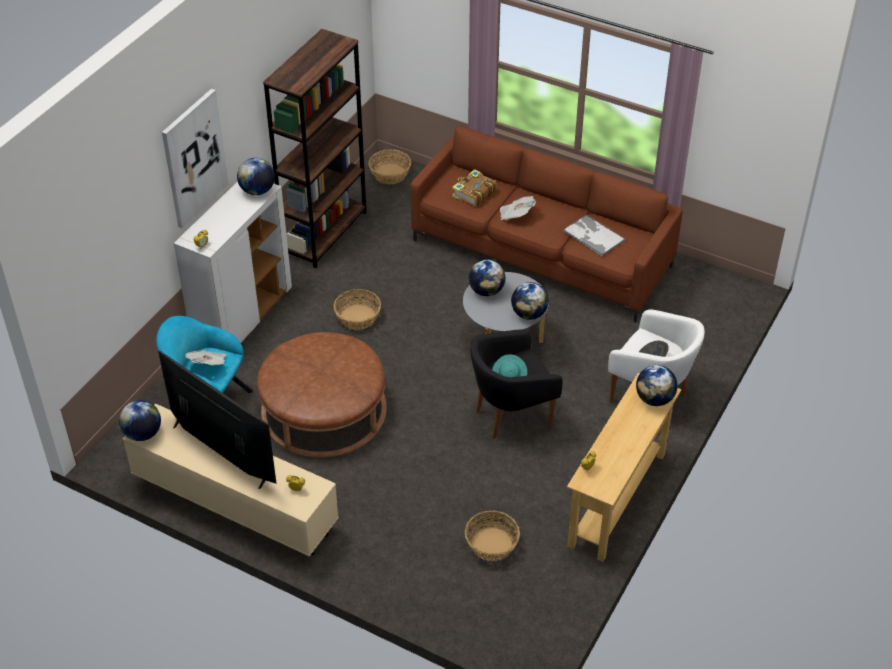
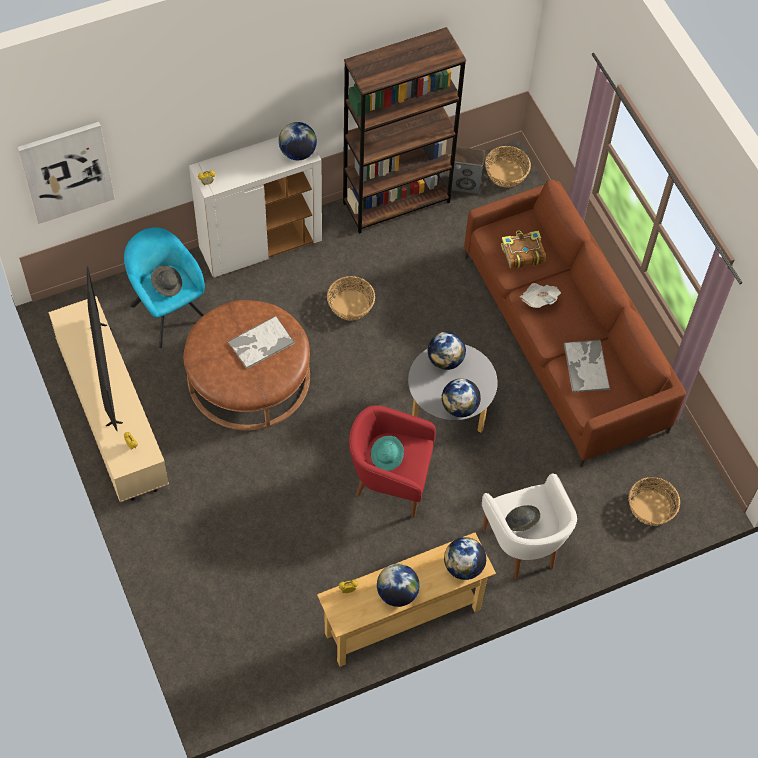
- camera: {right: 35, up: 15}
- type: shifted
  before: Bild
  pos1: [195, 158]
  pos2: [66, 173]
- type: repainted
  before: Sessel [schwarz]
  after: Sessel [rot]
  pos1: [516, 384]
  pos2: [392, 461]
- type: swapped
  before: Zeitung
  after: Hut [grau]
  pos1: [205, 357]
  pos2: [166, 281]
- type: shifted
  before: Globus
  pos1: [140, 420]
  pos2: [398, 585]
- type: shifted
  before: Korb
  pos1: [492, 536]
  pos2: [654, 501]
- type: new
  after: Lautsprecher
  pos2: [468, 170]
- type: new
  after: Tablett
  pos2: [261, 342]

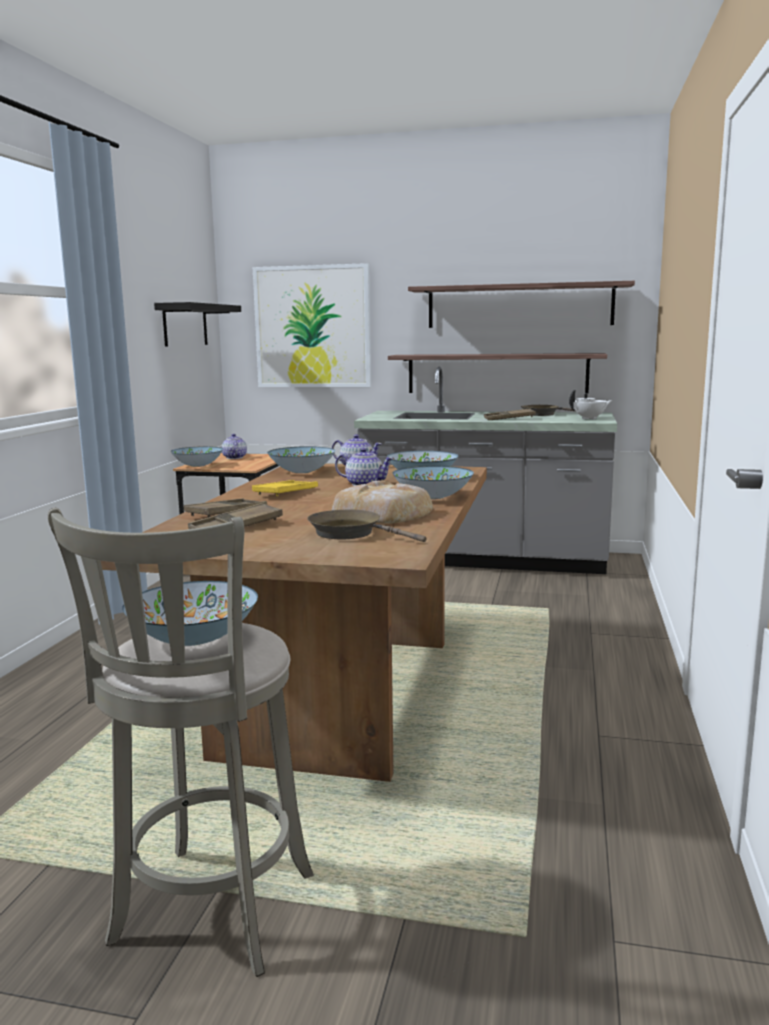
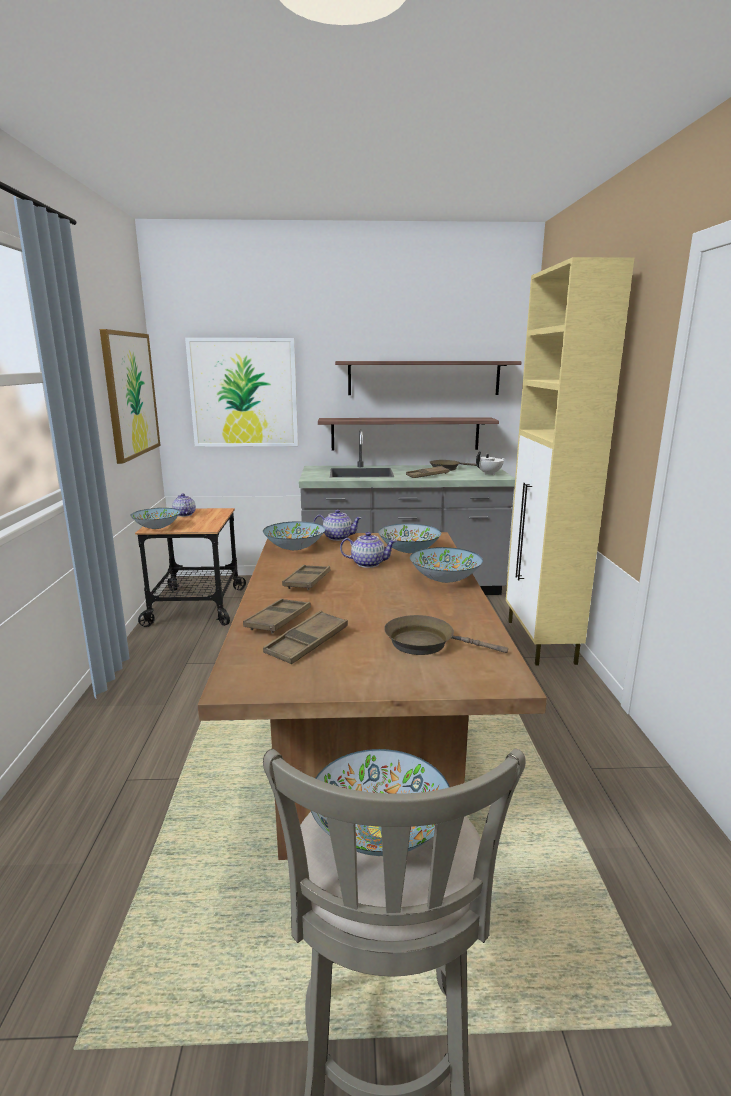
- camera: {right: -15, up: 5}
- type: swapped
  before: Wandregal [schwarz]
  after: Bild
  pos1: [197, 324]
  pos2: [130, 396]
- type: repainted
  before: Tablett [gelb]
  after: Tablett [braun]
  pos1: [285, 488]
  pos2: [306, 577]
- type: gone
  before: Brot
  pos1: [382, 502]
- type: new
  after: Schrank [beige]
  pos2: [570, 461]

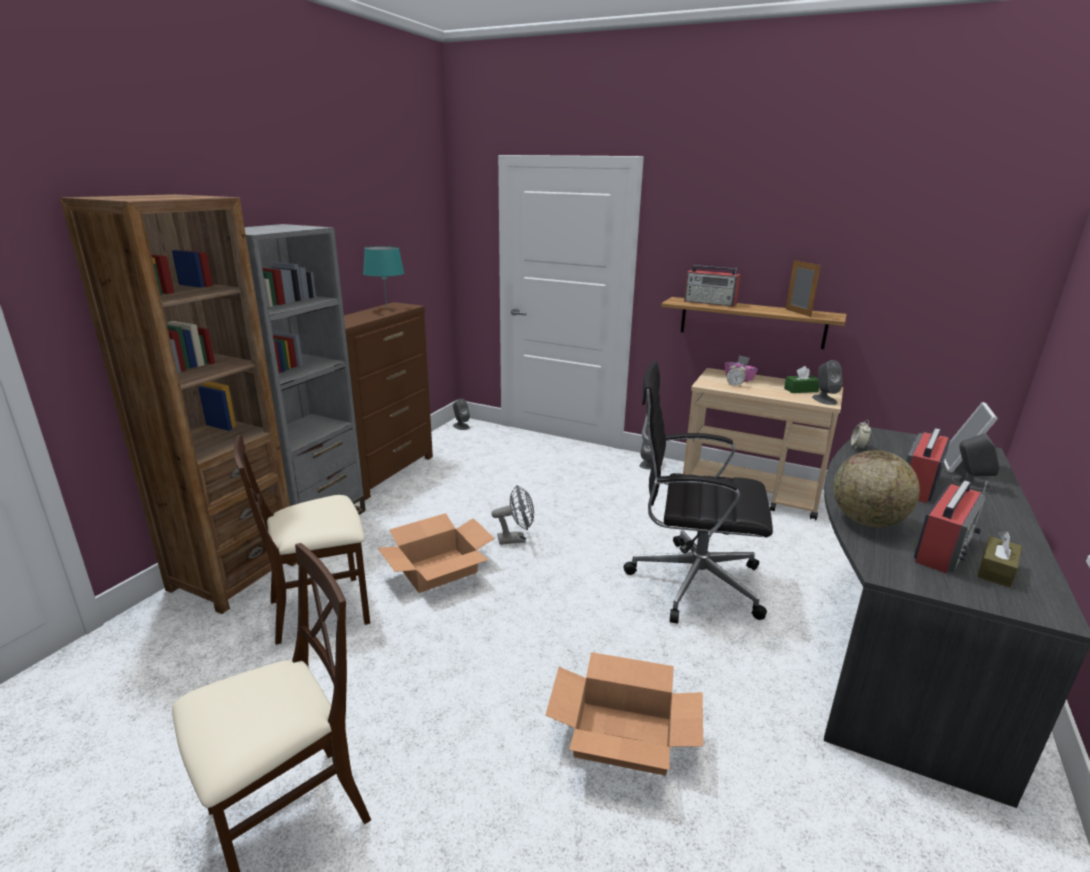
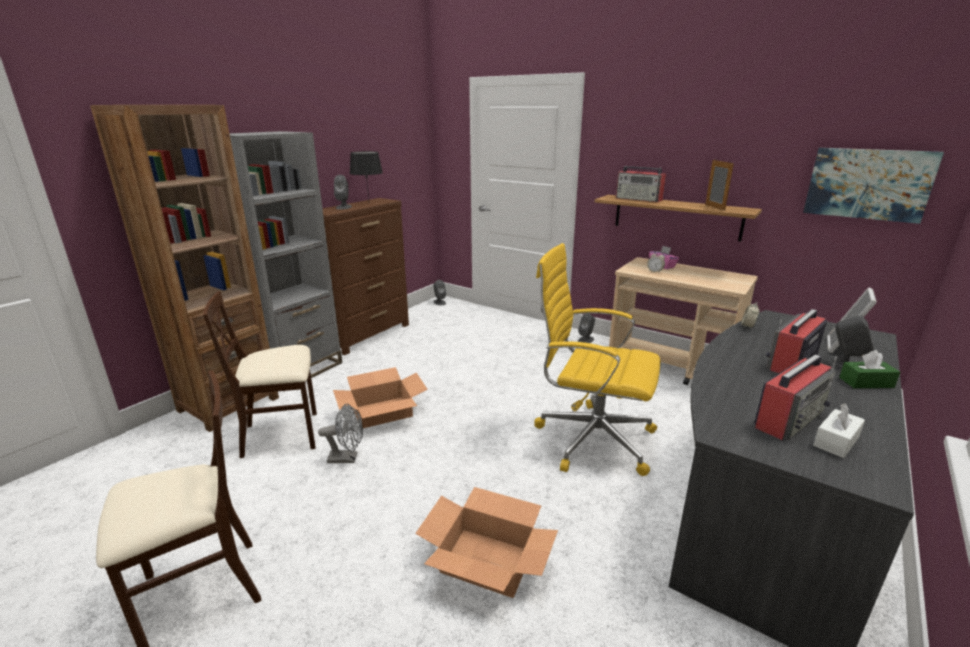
- camera: {right: 10, up: 0}
- type: repainted
  before: Tischlampe [türkis]
  after: Tischlampe [schwarz]
  pos1: [383, 277]
  pos2: [366, 175]
- type: shifted
  before: Lautsprecher [grau]
  pos1: [827, 382]
  pos2: [343, 192]
- type: repainted
  before: Bürostuhl [schwarz]
  after: Bürostuhl [gelb]
  pos1: [698, 492]
  pos2: [597, 359]
- type: shifted
  before: Taschentuchbox [grün]
  pos1: [801, 379]
  pos2: [869, 369]
- type: gone
  before: Globus
  pos1: [876, 488]
- type: shifted
  before: Ventilator [grau]
  pos1: [513, 515]
  pos2: [340, 433]
- type: repainted
  before: Taschentuchbox [braun]
  after: Taschentuchbox [weiß]
  pos1: [999, 559]
  pos2: [839, 430]
- type: new
  after: Bild
  pos2: [873, 186]

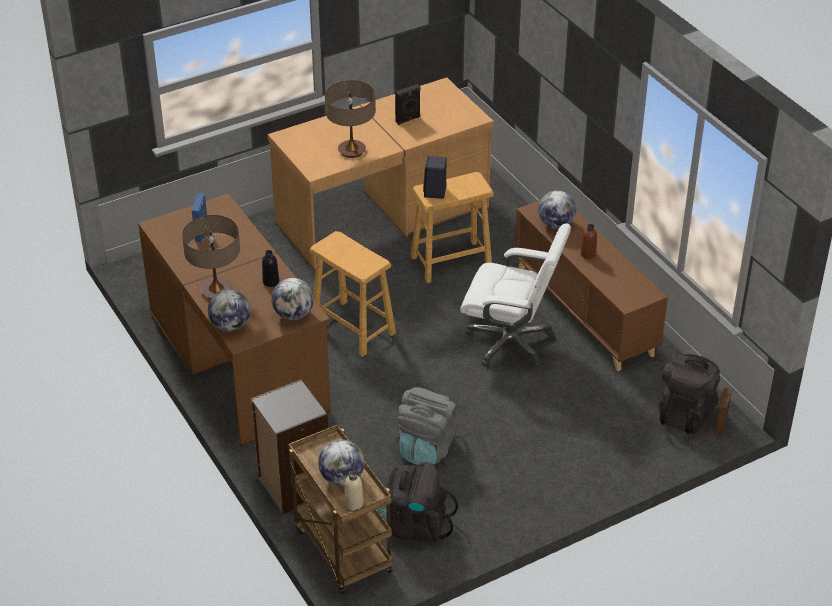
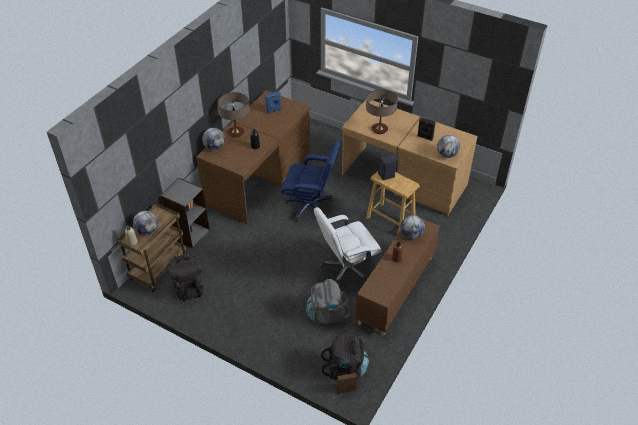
- camera: {right: 60, up: 5}
- type: rotated
  before: Bürostuhl [weiß]
  pos1: [515, 295]
  pos2: [348, 245]
  turn: 75
- type: swapped
  before: Hocker [beige]
  after: Bürostuhl [blau]
  pos1: [353, 294]
  pos2: [310, 181]
- type: shifted
  before: Globus
  pos1: [292, 299]
  pos2: [448, 146]
- type: shifted
  before: Rucksack [grau]
  pos1: [426, 426]
  pos2: [328, 302]

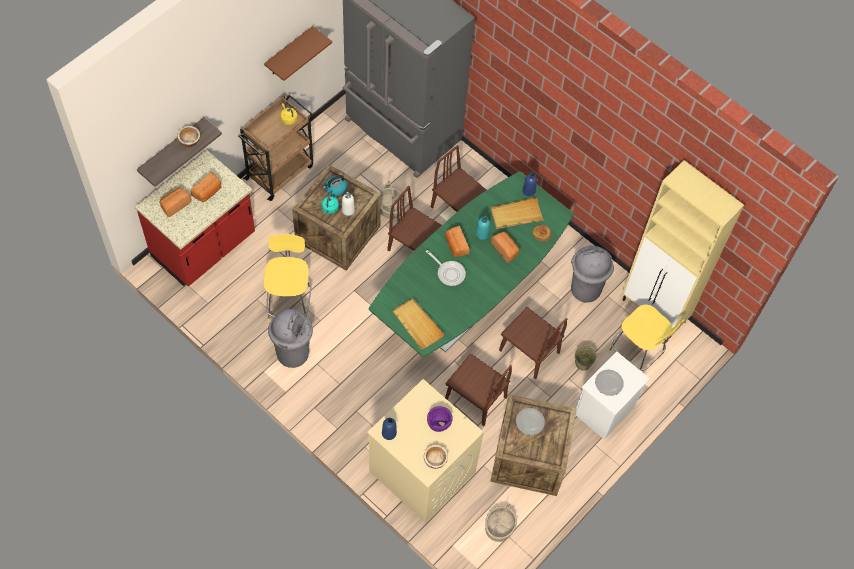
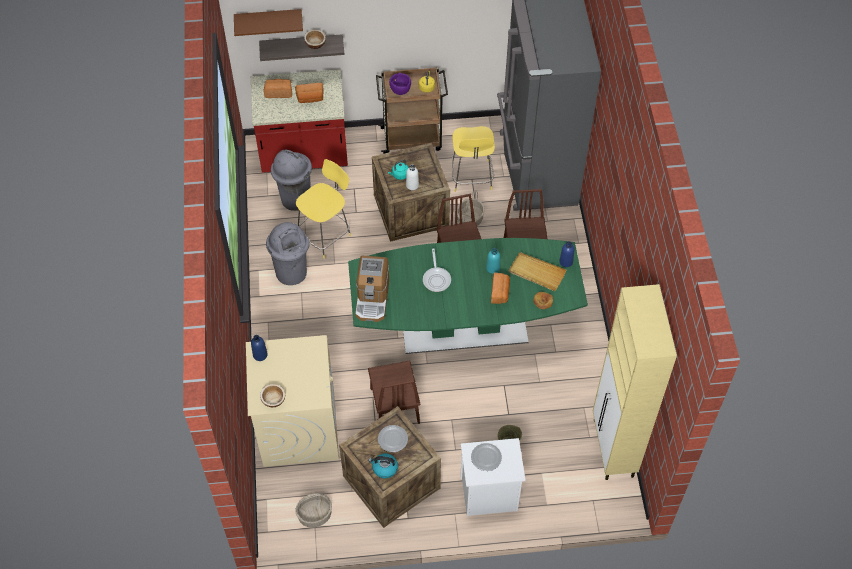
- camera: {right: 45, up: -5}
- type: shifted
  before: Wandregal [braun]
  pos1: [298, 53]
  pos2: [268, 22]
- type: shifted
  before: Wasserkessel
  pos1: [335, 186]
  pos2: [383, 466]
- type: gone
  before: Brot
  pos1: [457, 241]
- type: shifted
  before: Mülleimer [grau]
  pos1: [592, 274]
  pos2: [291, 180]
- type: swapped
  before: Tablett [beige]
  after: Kaffeemaschine
  pos1: [418, 323]
  pos2: [372, 289]
- type: shifted
  before: Hocker [gelb]
  pos1: [646, 337]
  pos2: [473, 159]
- type: gone
  before: Stuhl [braun]
  pos1: [533, 343]
- type: shifted
  before: Schüssel [lila]
  pos1: [440, 419]
  pos2: [400, 84]

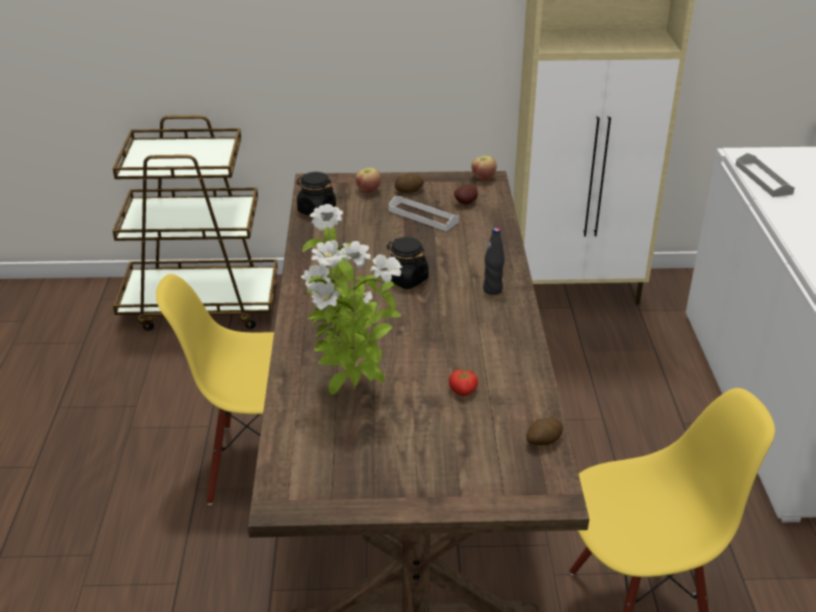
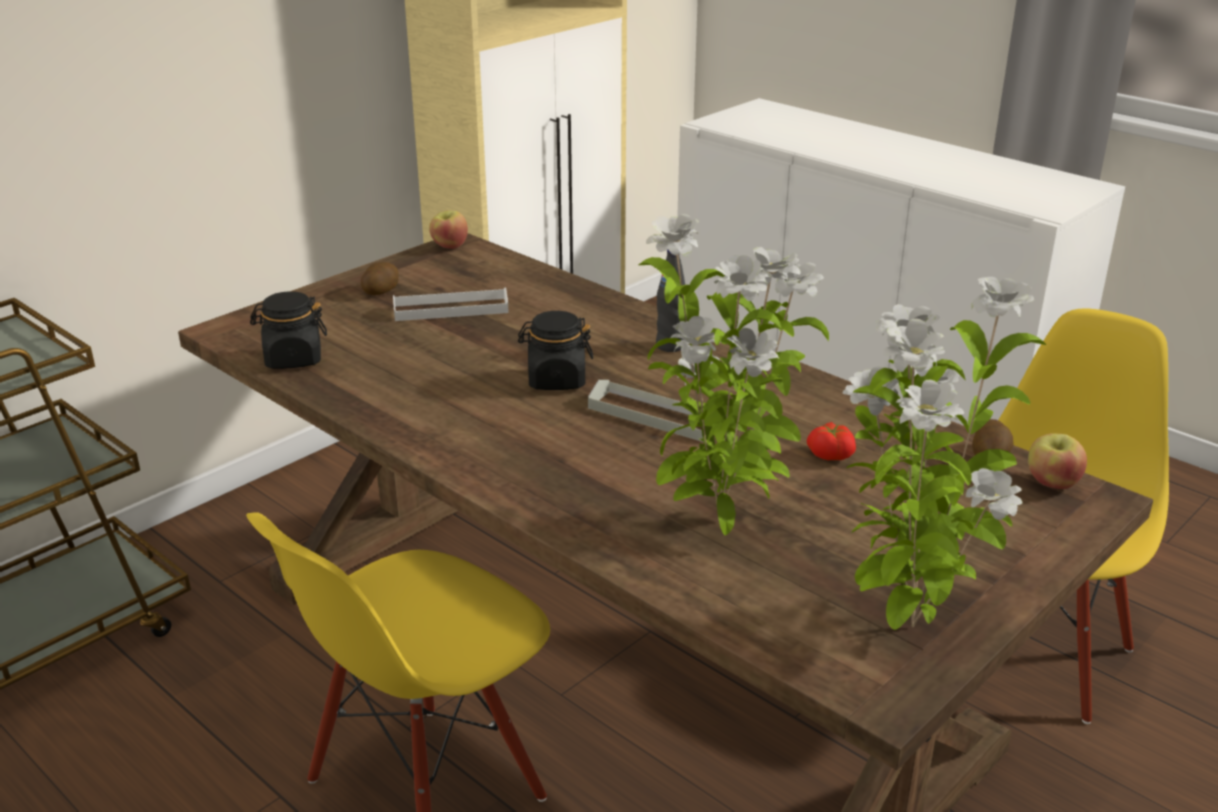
- camera: {right: -45, up: -5}
- type: shifted
  before: Tablett [grau]
  pos1: [765, 175]
  pos2: [649, 411]
- type: shifted
  before: Apfel
  pos1: [368, 180]
  pos2: [1057, 461]
- type: gone
  before: Kartoffel
  pos1: [466, 194]
- type: new
  after: Topfpflanze
  pos2: [944, 453]

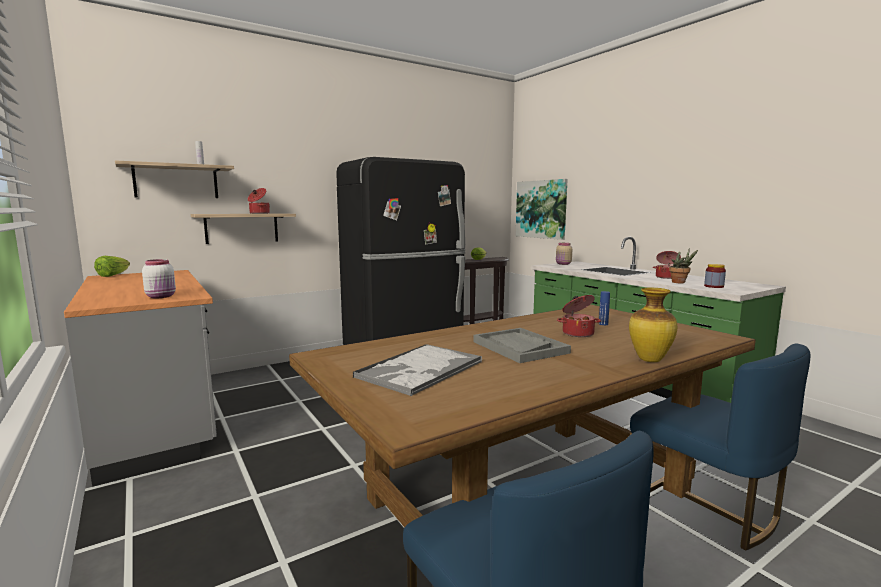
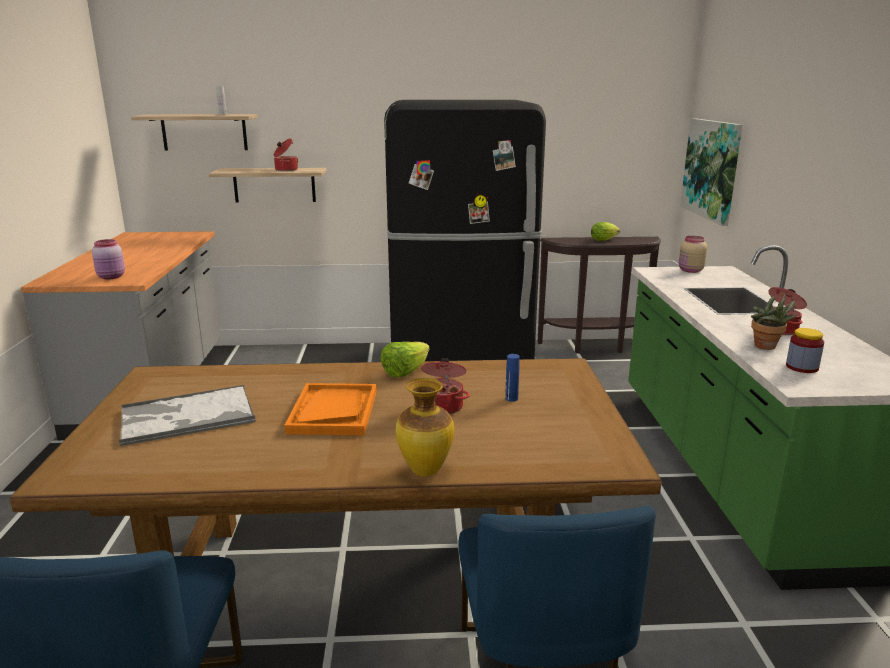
- camera: {right: 30, up: 10}
- type: shifted
  before: Salatkopf
  pos1: [112, 266]
  pos2: [404, 360]
- type: repainted
  before: Vorratsglas [weiß]
  after: Vorratsglas [rosa]
  pos1: [159, 278]
  pos2: [108, 259]
- type: repainted
  before: Tablett [grau]
  after: Tablett [orange]
  pos1: [522, 345]
  pos2: [330, 409]

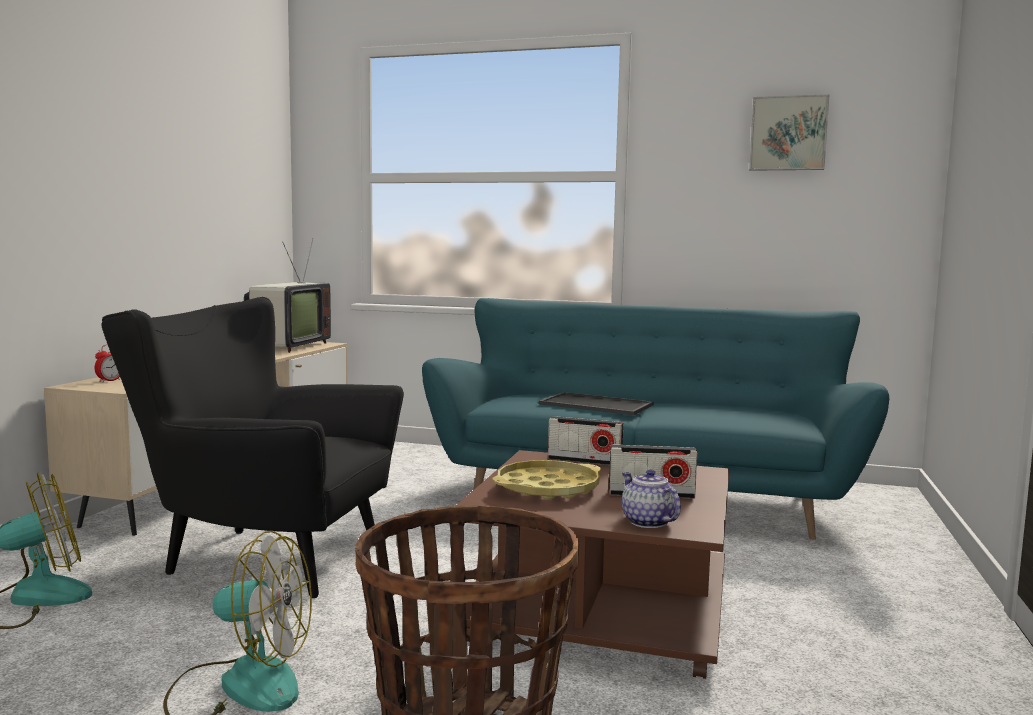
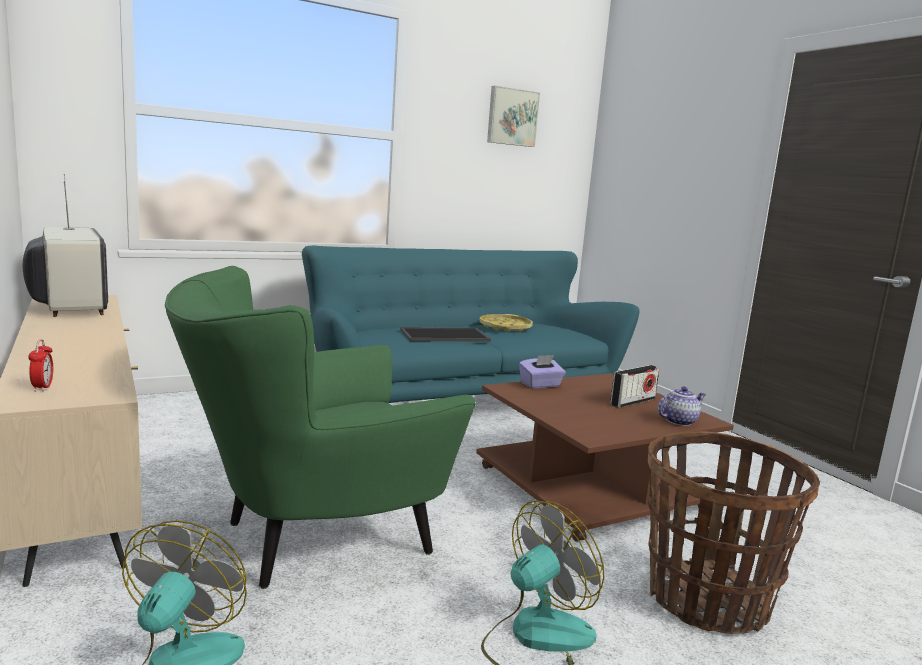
- camera: {right: -45, up: 5}
- type: repainted
  before: Sessel [schwarz]
  after: Sessel [grün]
  pos1: [252, 447]
  pos2: [320, 427]
- type: swapped
  before: Radio
  after: Taschentuchbox [lila]
  pos1: [585, 440]
  pos2: [542, 372]
- type: shifted
  before: Tablett [gelb]
  pos1: [546, 480]
  pos2: [506, 323]
- type: rotated
  before: Teekanne
  pos1: [651, 498]
  pos2: [681, 406]
  turn: 135

